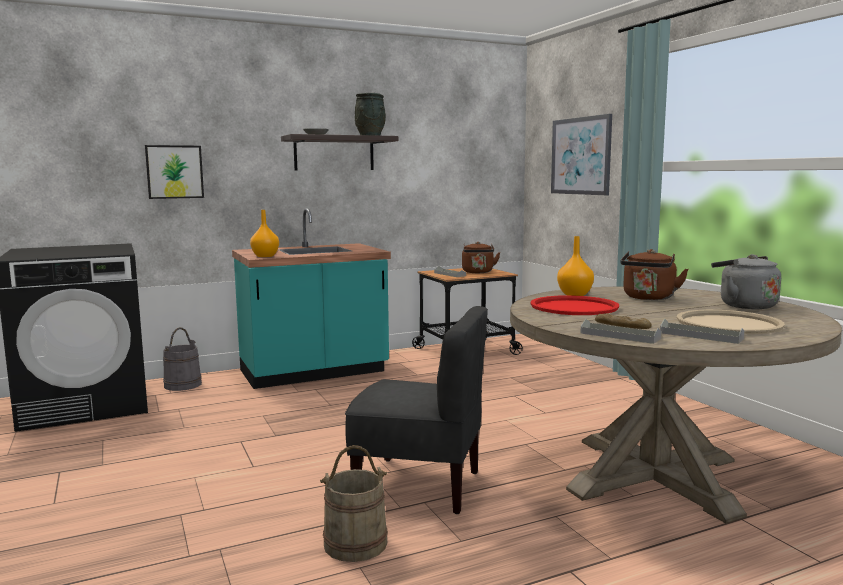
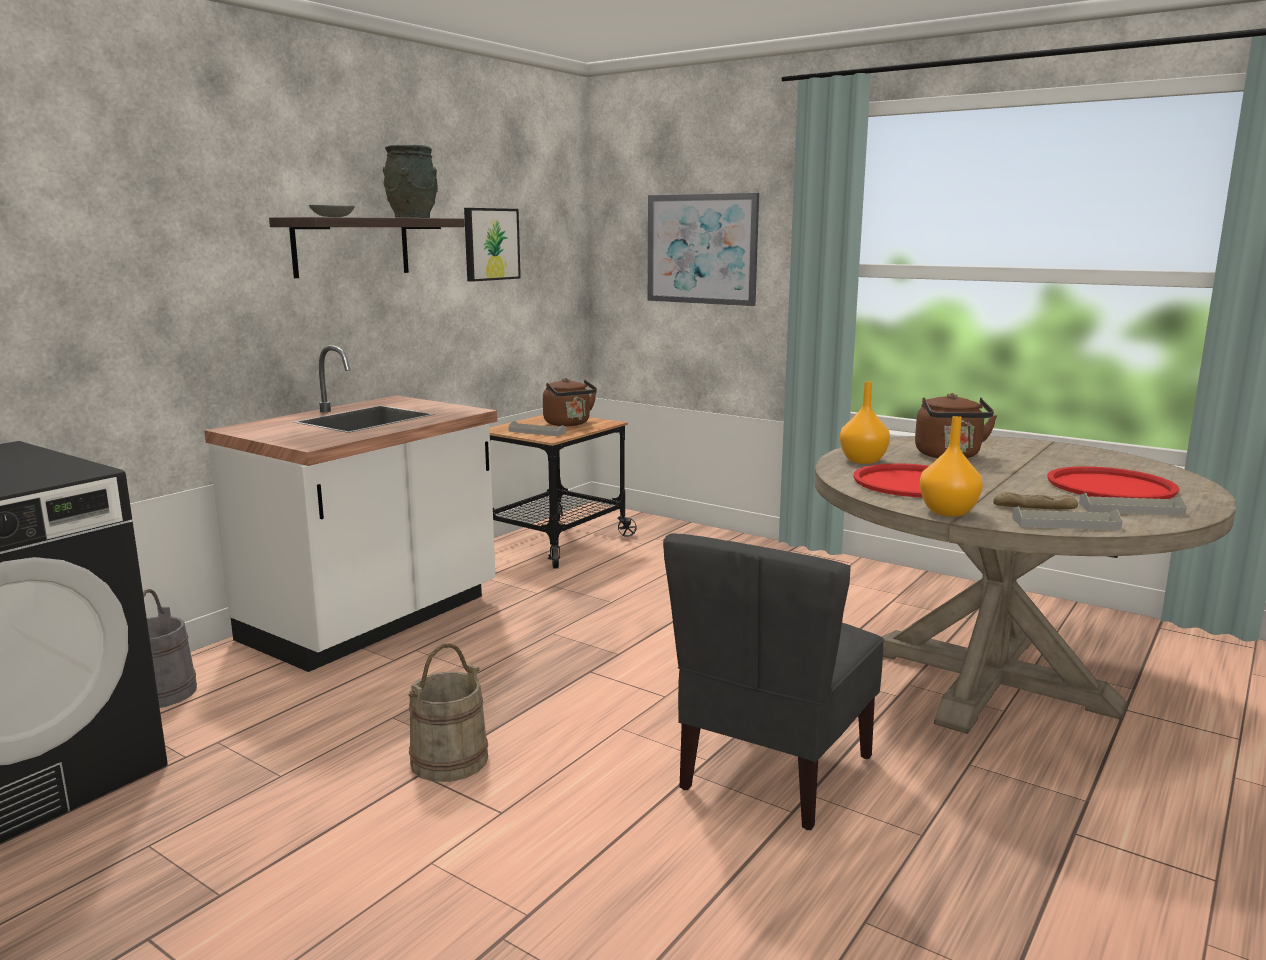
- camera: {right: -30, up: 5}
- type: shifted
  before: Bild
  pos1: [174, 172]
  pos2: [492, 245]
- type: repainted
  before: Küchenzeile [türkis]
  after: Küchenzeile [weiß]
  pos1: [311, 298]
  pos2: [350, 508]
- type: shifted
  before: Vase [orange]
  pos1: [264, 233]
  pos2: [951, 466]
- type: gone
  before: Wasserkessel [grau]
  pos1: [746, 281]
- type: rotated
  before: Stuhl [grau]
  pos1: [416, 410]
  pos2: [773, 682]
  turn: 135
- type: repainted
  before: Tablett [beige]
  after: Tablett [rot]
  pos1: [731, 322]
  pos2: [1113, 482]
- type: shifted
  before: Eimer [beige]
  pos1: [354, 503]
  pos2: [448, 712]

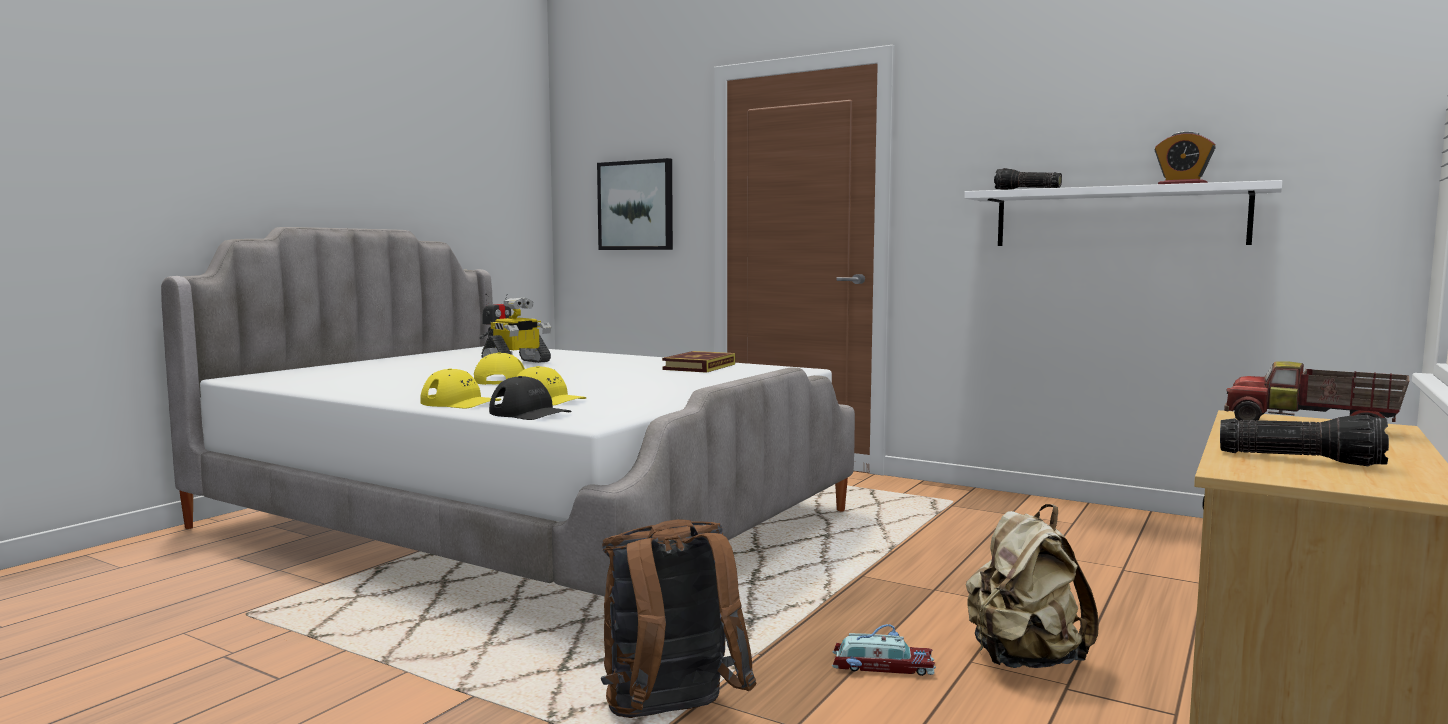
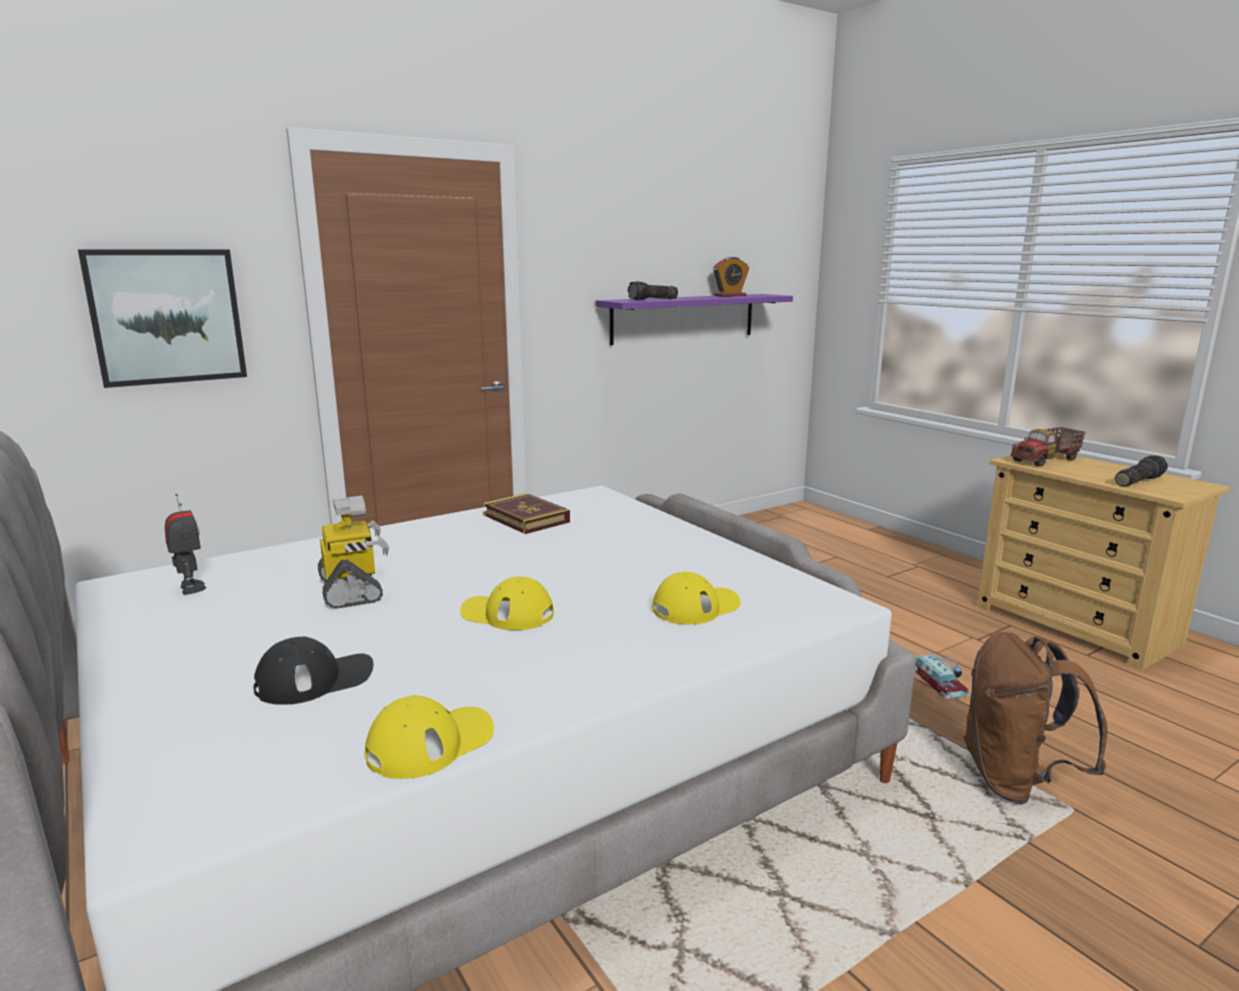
- camera: {right: -65, up: 10}
- type: repainted
  before: Wandregal [weiß]
  after: Wandregal [lila]
  pos1: [1123, 213]
  pos2: [694, 319]
- type: shifted
  before: Kappe [gelb]
  pos1: [460, 388]
  pos2: [429, 737]
- type: shifted
  before: Kappe [schwarz]
  pos1: [530, 398]
  pos2: [313, 670]
- type: gone
  before: Rucksack [beige]
  pos1: [1032, 586]
- type: rotated
  before: Spielzeugauto
  pos1: [884, 650]
  pos2: [942, 676]
  turn: 135

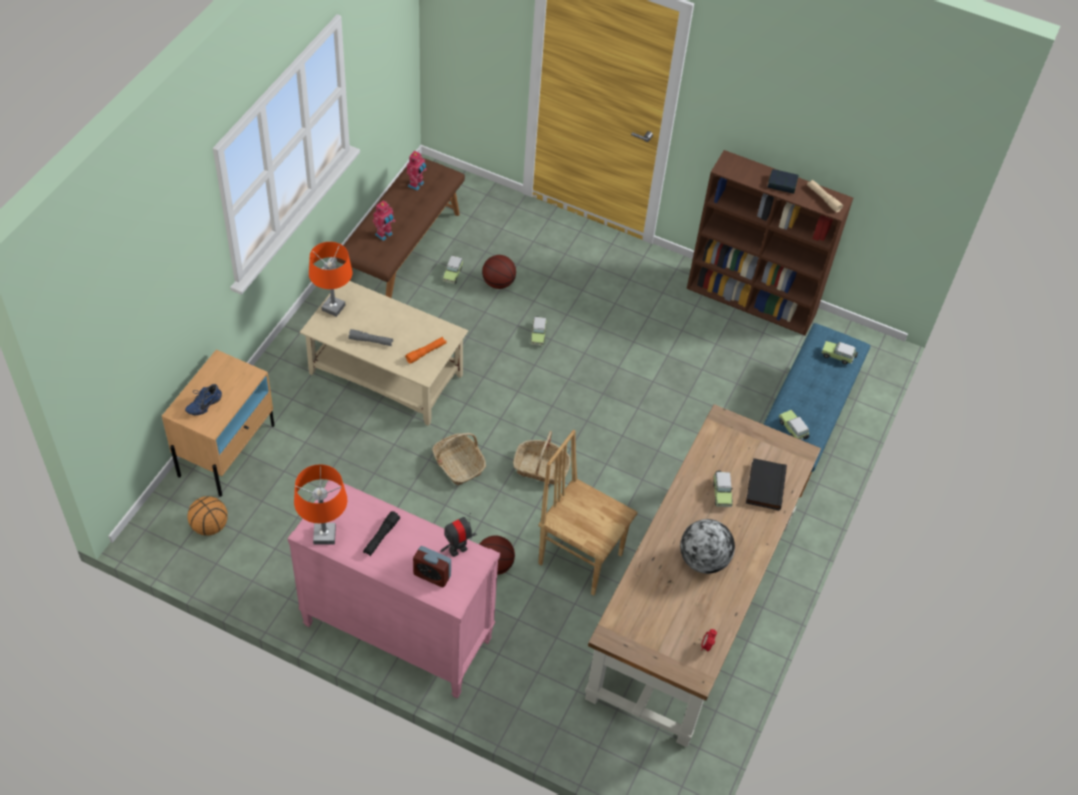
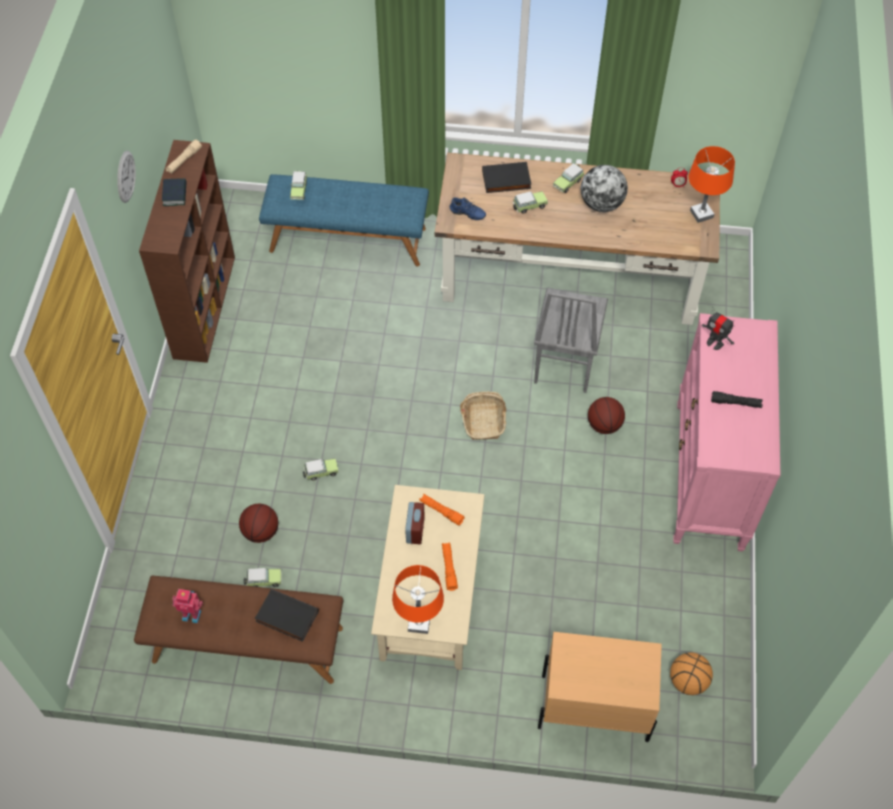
- camera: {right: -105, up: 5}
- type: swapped
  before: Spielzeugroboter
  after: Buch [schwarz]
  pos1: [384, 220]
  pos2: [287, 615]
- type: repainted
  before: Taschenlampe [grau]
  after: Taschenlampe [orange]
  pos1: [371, 337]
  pos2: [450, 566]
- type: shifted
  before: Schuh [blau]
  pos1: [203, 399]
  pos2: [468, 208]
- type: shifted
  before: Spielzeugauto
  pos1: [794, 425]
  pos2: [568, 178]
- type: repainted
  before: Stuhl [braun]
  after: Stuhl [grau]
  pos1: [588, 513]
  pos2: [571, 340]
- type: gone
  before: Korb
  pos1: [459, 459]
- type: shifted
  before: Tischlampe [orange]
  pos1: [320, 504]
  pos2: [712, 184]
- type: shifted
  before: Wecker
  pos1: [432, 566]
  pos2: [415, 523]
- type: new
  after: Wanduhr
  pos2: [126, 176]

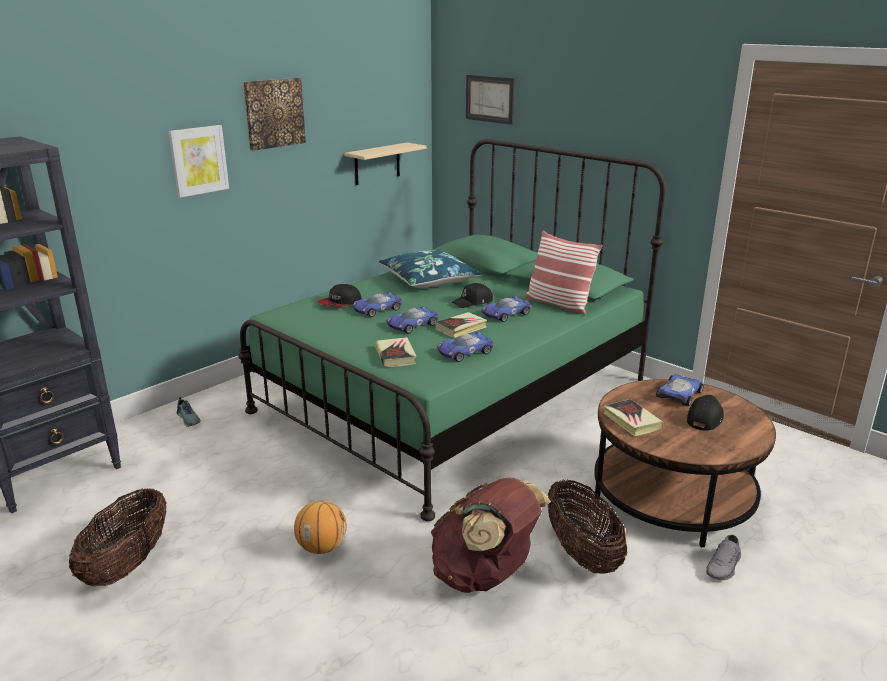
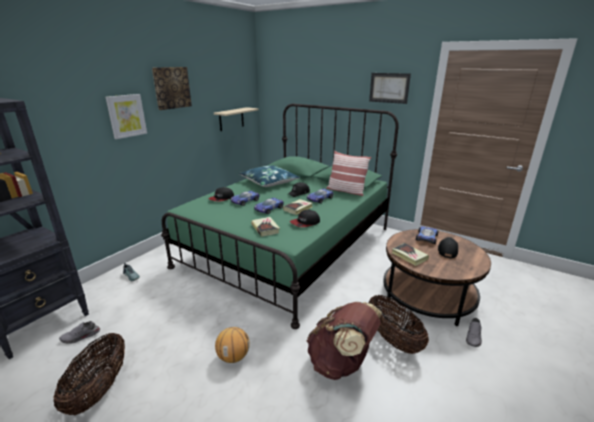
- camera: {right: -10, up: 0}
- type: shifted
  before: Bild
  pos1: [490, 100]
  pos2: [390, 88]
- type: swapped
  before: Spielzeugauto
  after: Kappe
  pos1: [465, 347]
  pos2: [305, 218]
- type: new
  after: Schuh [grau]
  pos2: [79, 332]

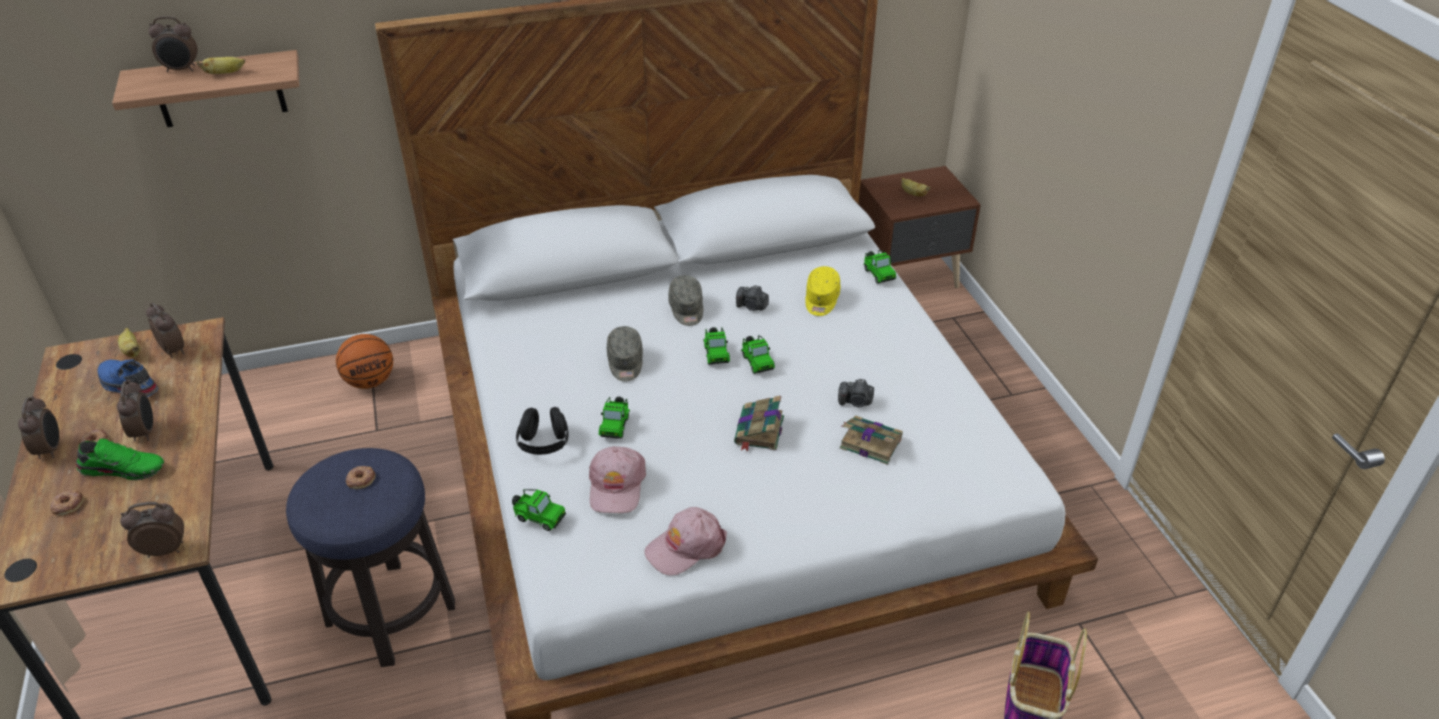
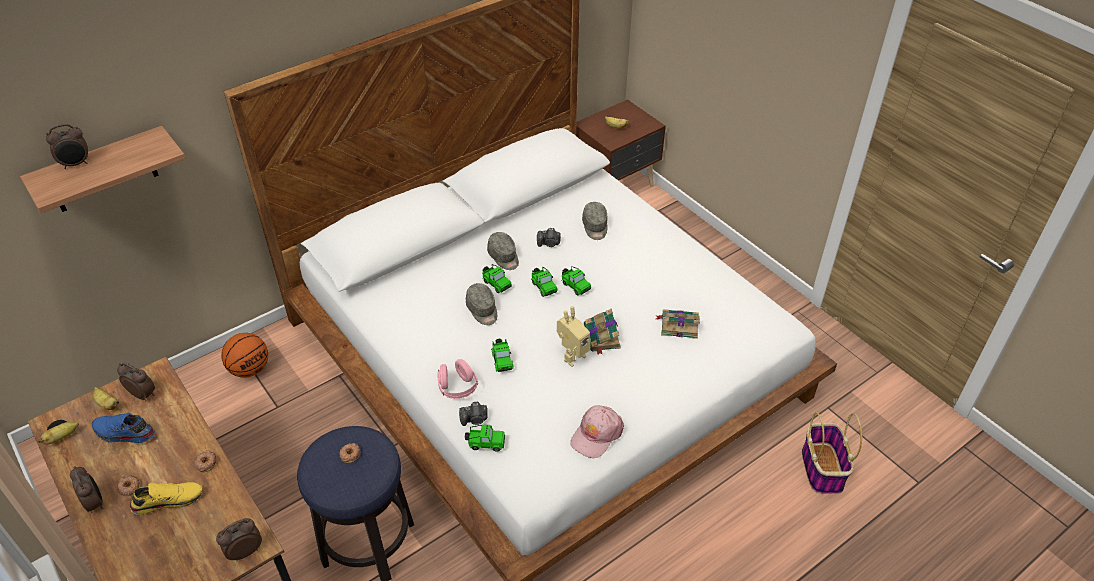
- camera: {right: -20, up: 5}
- type: shifted
  before: Banane
  pos1: [221, 65]
  pos2: [58, 433]
- type: shifted
  before: Spielzeugauto
  pos1: [879, 267]
  pos2: [497, 278]
- type: repainted
  before: Kappe [gelb]
  after: Kappe [grau]
  pos1: [823, 291]
  pos2: [595, 221]
- type: shifted
  before: Kamera
  pos1: [856, 393]
  pos2: [473, 414]
- type: gone
  before: Wecker
  pos1: [135, 410]
- type: repainted
  before: Kopfhörer [schwarz]
  after: Kopfhörer [rosa]
  pos1: [542, 431]
  pos2: [457, 379]
- type: repainted
  before: Schuh [grün]
  after: Schuh [gelb]
  pos1: [120, 459]
  pos2: [166, 498]
- type: gone
  before: Kappe [rosa]
  pos1: [617, 480]
- type: shifted
  before: Donut
  pos1: [67, 502]
  pos2: [206, 461]
- type: new
  after: Spielzeugroboter
  pos2: [574, 336]

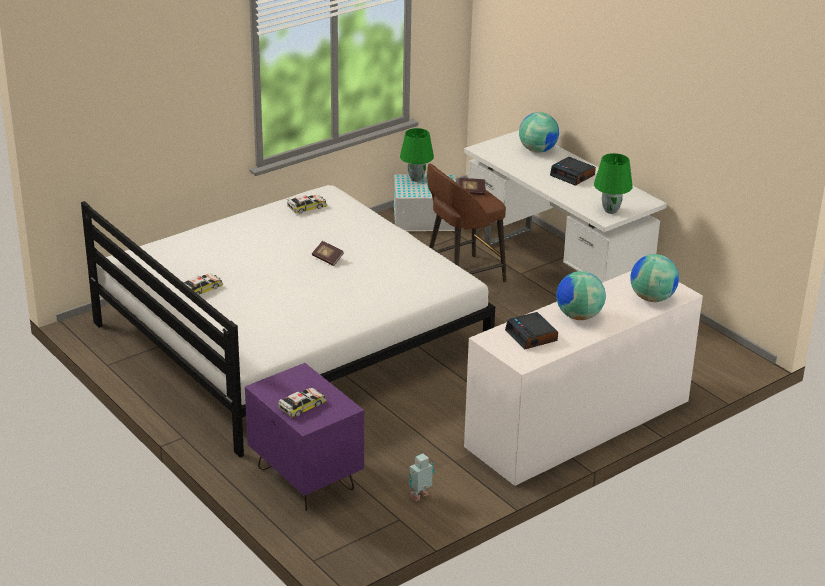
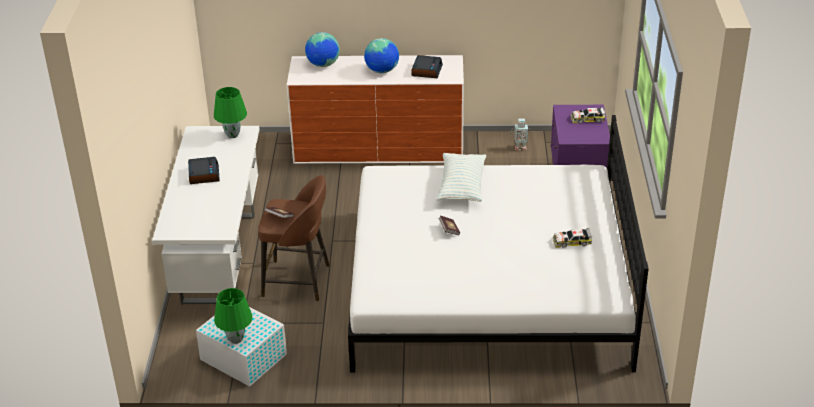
- camera: {right: -140, up: 5}
- type: gone
  before: Globus
  pos1: [539, 132]
- type: gone
  before: Spielzeugauto
  pos1: [307, 204]
- type: new
  after: Kissen
  pos2: [461, 177]

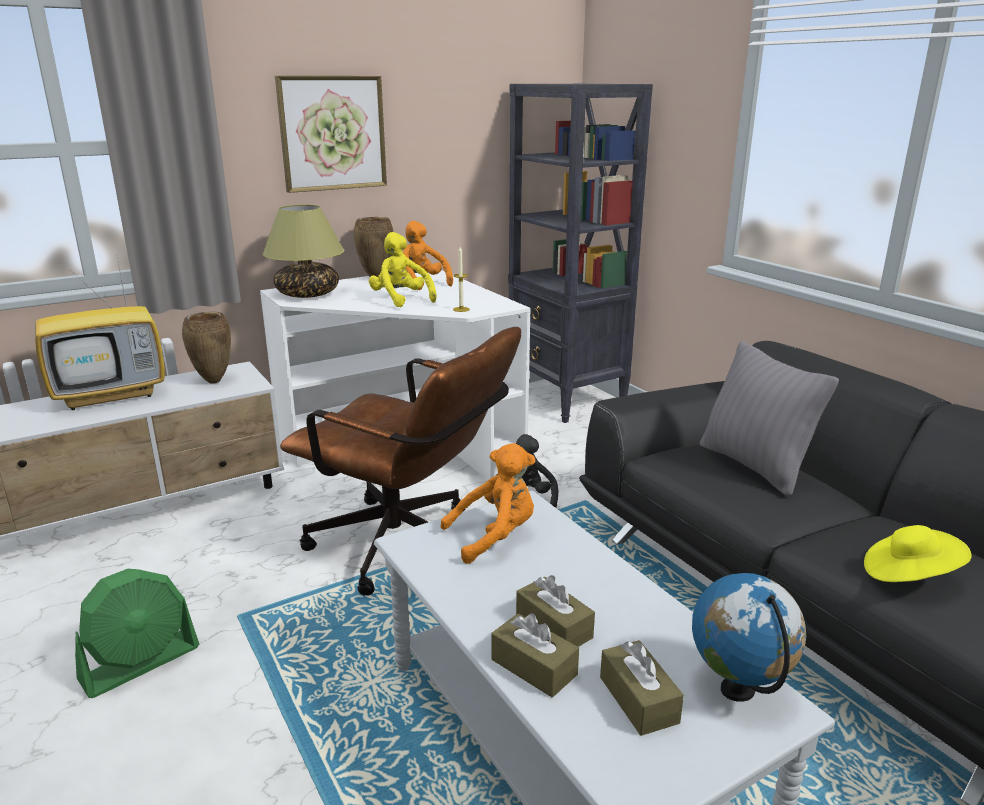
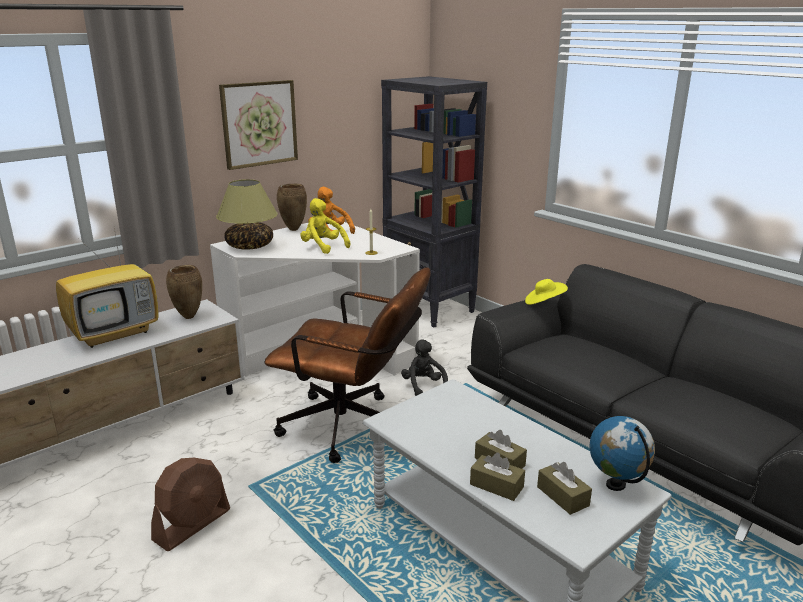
- camera: {right: -10, up: 0}
- type: gone
  before: Kissen [grau]
  pos1: [769, 418]
- type: gone
  before: Plüschtier [orange]
  pos1: [487, 503]
- type: shifted
  before: Hut [gelb]
  pos1: [917, 553]
  pos2: [546, 292]
- type: repainted
  before: Ventilator [grün]
  after: Ventilator [braun]
  pos1: [137, 633]
  pos2: [190, 504]

